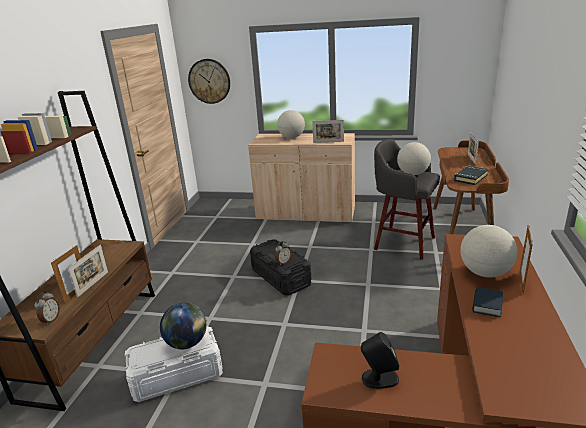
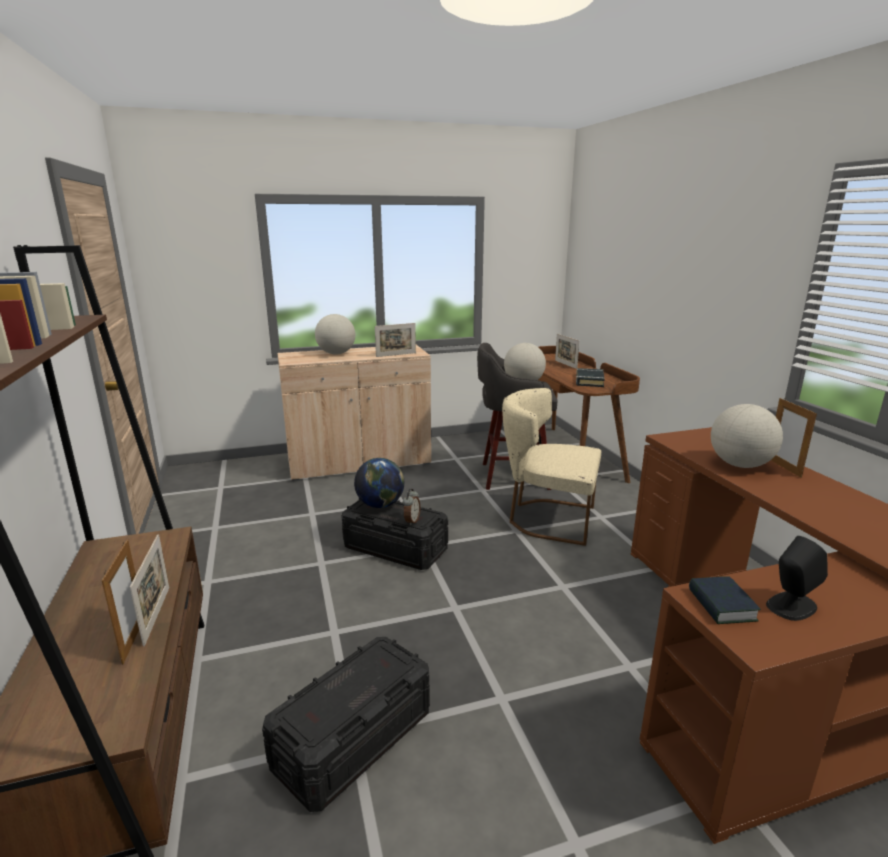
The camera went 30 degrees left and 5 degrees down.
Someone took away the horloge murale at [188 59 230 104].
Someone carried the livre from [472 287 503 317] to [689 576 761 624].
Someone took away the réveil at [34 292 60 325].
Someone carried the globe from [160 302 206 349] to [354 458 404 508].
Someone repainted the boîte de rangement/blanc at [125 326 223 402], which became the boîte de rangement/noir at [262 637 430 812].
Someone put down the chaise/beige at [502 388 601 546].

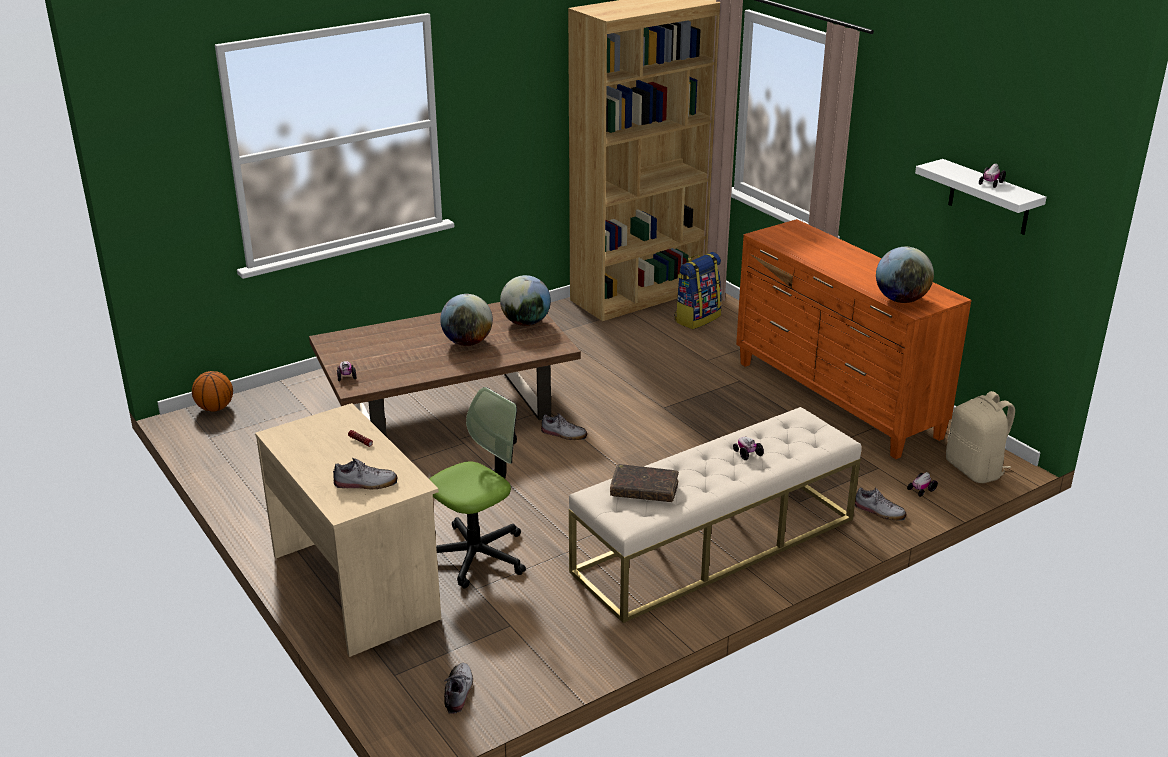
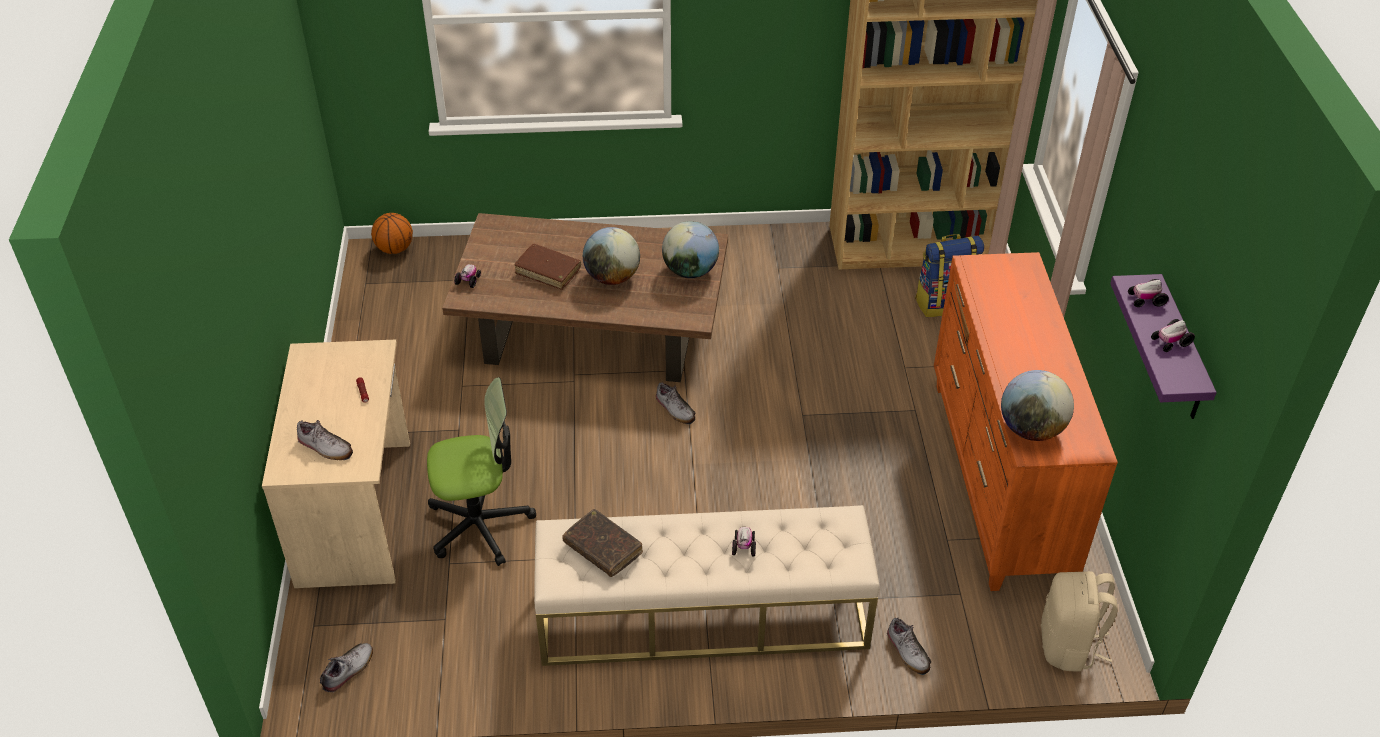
The camera went 30 degrees right and 15 degrees up.
Someone repainted the étagère/blanc at [915 159 1046 235], which became the étagère/violet at [1110 274 1217 419].
Someone carried the petite voiture from [907 472 938 497] to [1128 279 1169 307].
Someone put down the livre/marron at [514 244 581 290].

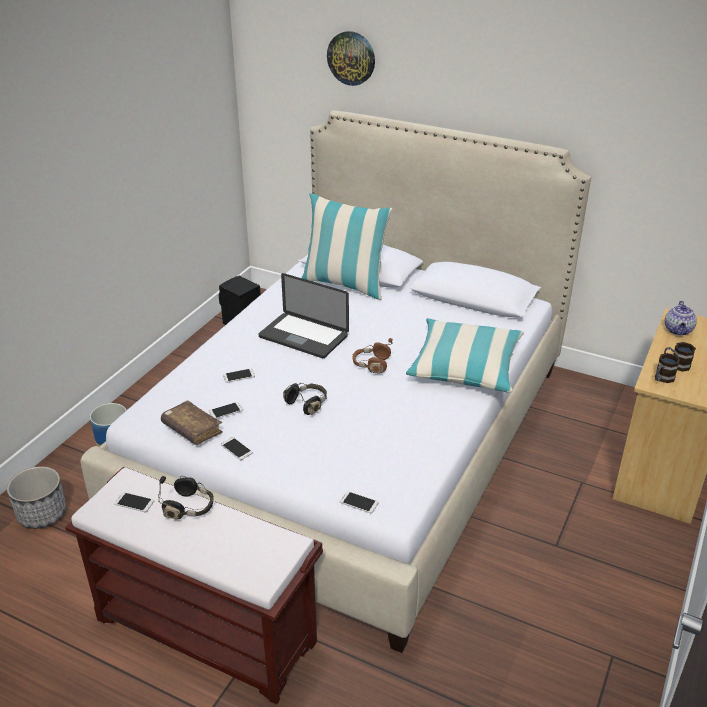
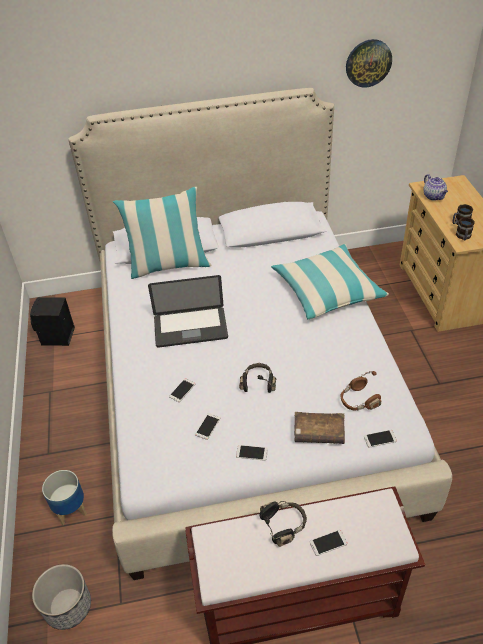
The camera went 35 degrees left and 10 degrees up.
Someone carried the horloge murale from [327 31 375 86] to [346 39 392 88].
Someone carried the casque audio/marron from [352 338 393 373] to [340 371 382 410].
Someone carried the livre/marron from [161 401 223 445] to [294 412 345 444].
Someone carried the téléphone from [114 492 154 512] to [310 530 347 556].

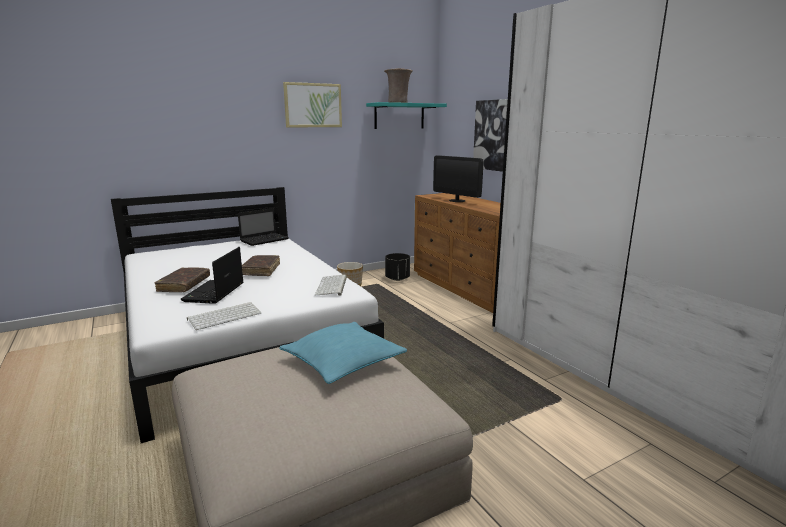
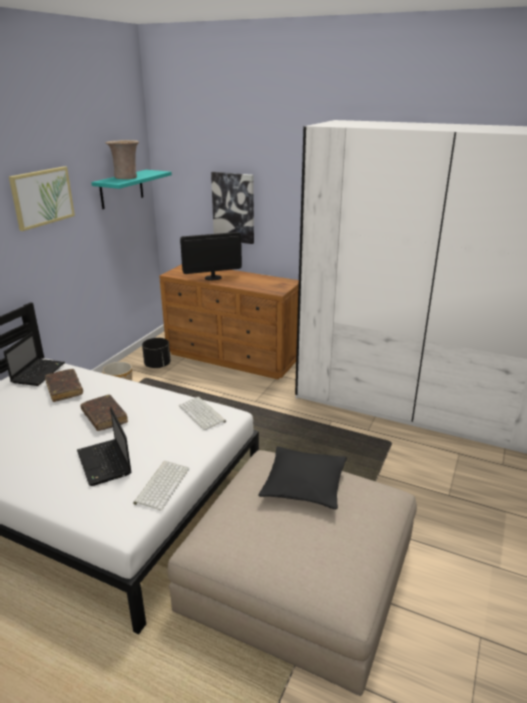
The camera went 35 degrees left and 10 degrees up.
Someone rotated the écran d'ordinateur at [433 155 484 202] by 150 degrees clockwise.
Someone carried the livre/marron from [155 268 210 292] to [45 369 83 402].
Someone repainted the coussin/turquoise at [279 322 407 384], which became the coussin/noir at [258 446 347 509].

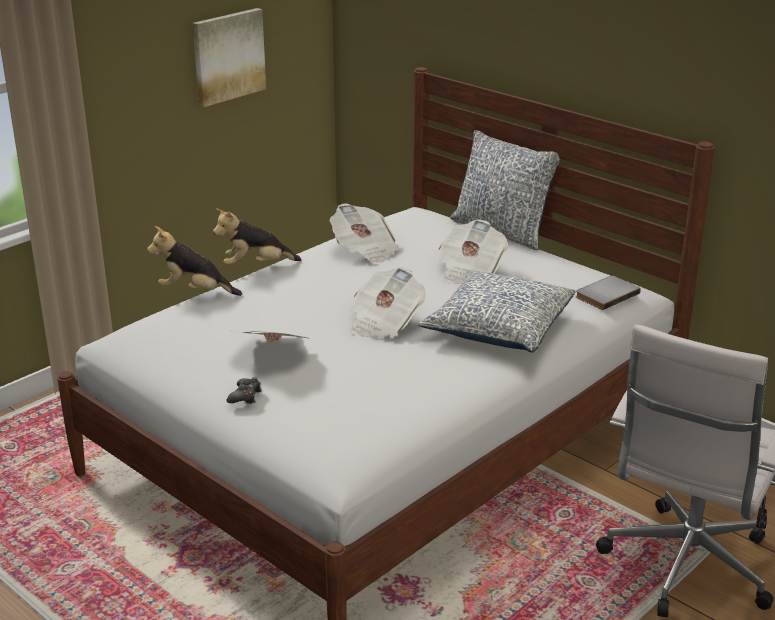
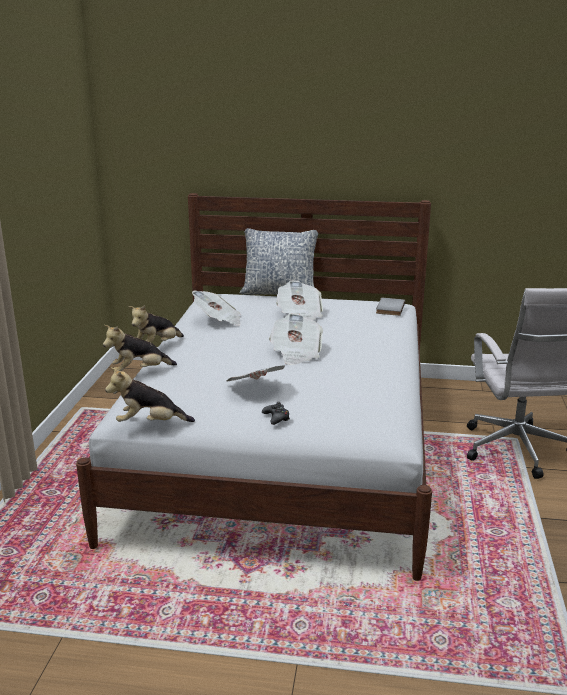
The camera went 35 degrees left and 5 degrees down.
Someone took away the tableau at [192 8 266 107].
Someone took away the coussin at [419 270 576 353].
Someone put down the peluche at [105 367 195 422].

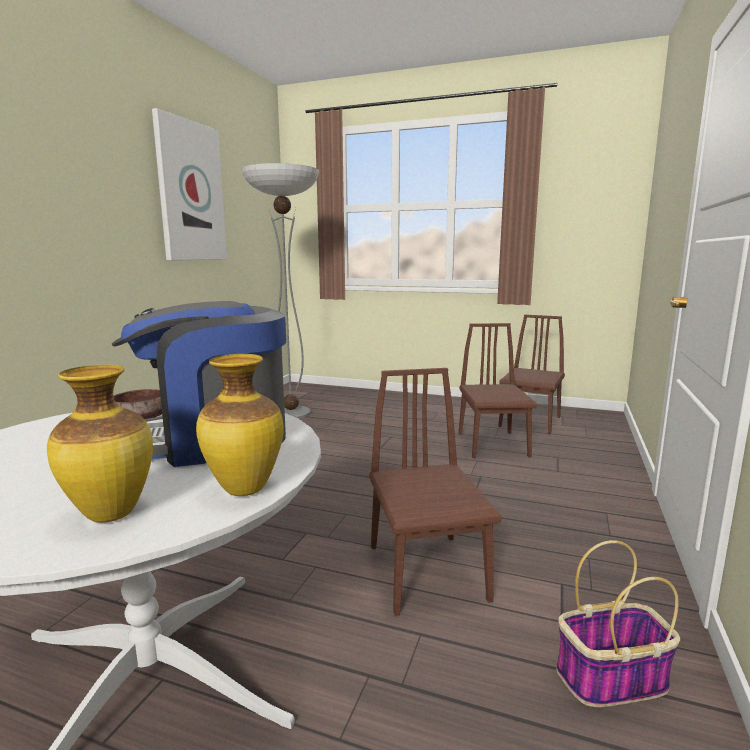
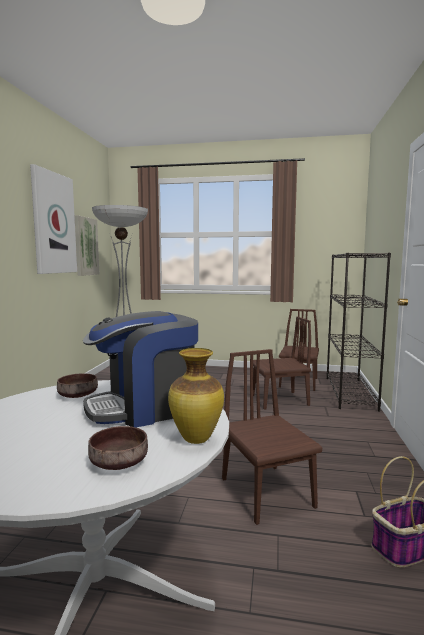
The camera went 10 degrees left and 5 degrees down.
Someone rotated the chaise/marron at [459 323 537 458] by 90 degrees clockwise.
Someone swapped the vase at [47 365 153 523] for the bol/marron at [88 426 148 470].
Someone put up the tableau at [75 215 99 276].
Someone put down the bibliothèque/noir at [327 253 391 412].

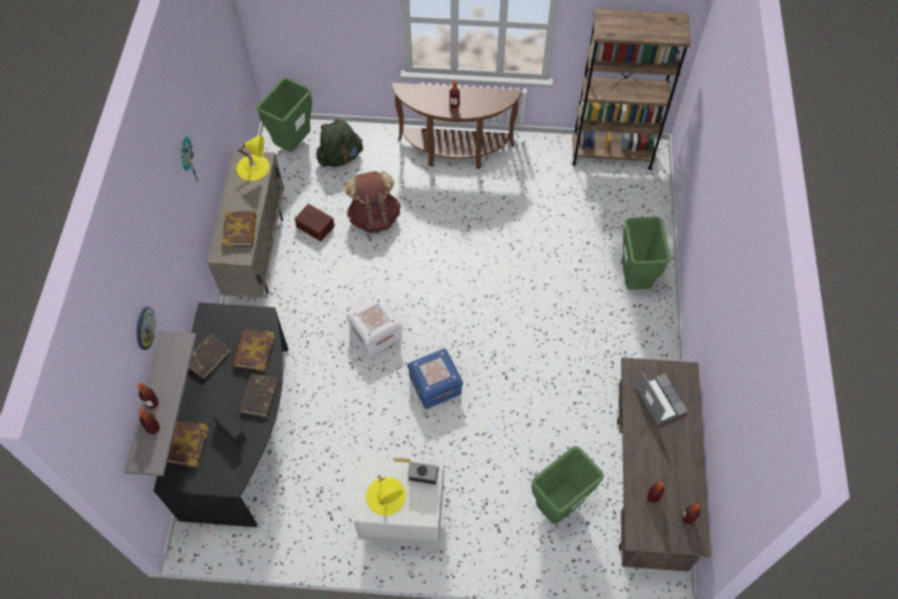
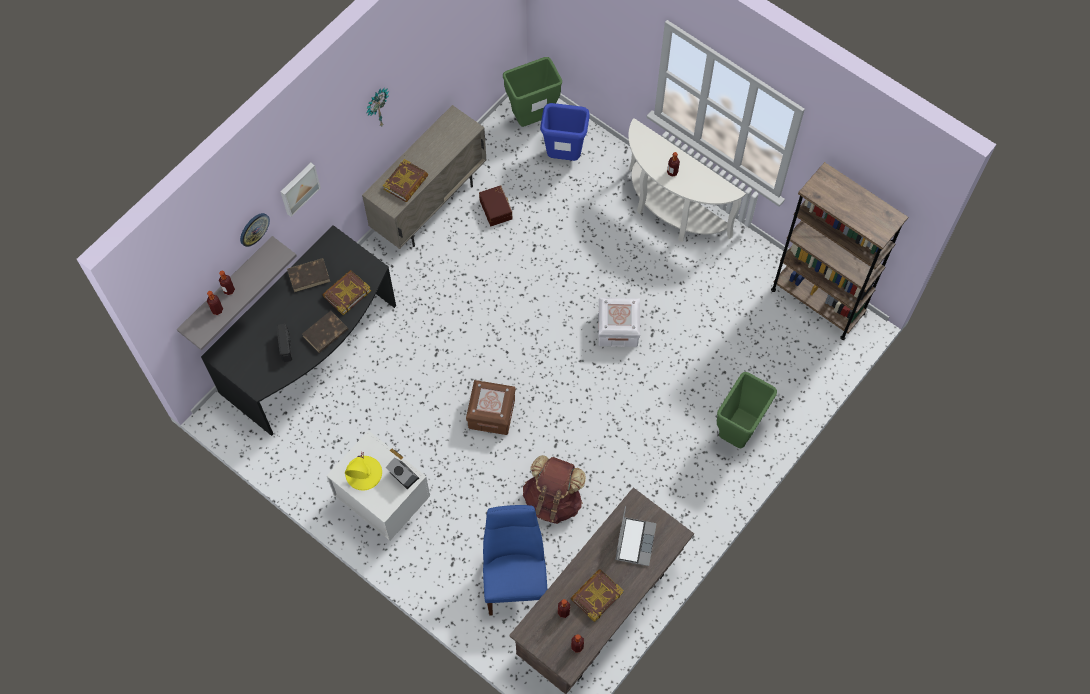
The camera went 35 degrees right and 5 degrees up.
Someone repainted the table console/marron at [392 83 522 169], which became the table console/blanc at [628 118 746 242].
Someone swapped the sac à dos/vert at [316 118 363 167] for the poubelle/bleu at [540 103 590 161].
Someone took away the lampe de table/jaune at [236 135 270 181].
Someone carried the sac à dos/marron from [345 171 401 233] to [523 455 586 524].
Someone carried the boîte de rangement/blanc from [346 295 402 356] to [598 298 640 347].
Someone repainted the boîte de rangement/bleu at [407 348 463 409], which became the boîte de rangement/marron at [466 380 516 435].
Someone carried the livre from [167 420 209 468] to [571 569 624 622].
Someone swapped the poubelle/vert at [532 446 604 524] for the chaise/bleu at [483 505 547 616].
Someone put up the tableau at [281 163 321 217].

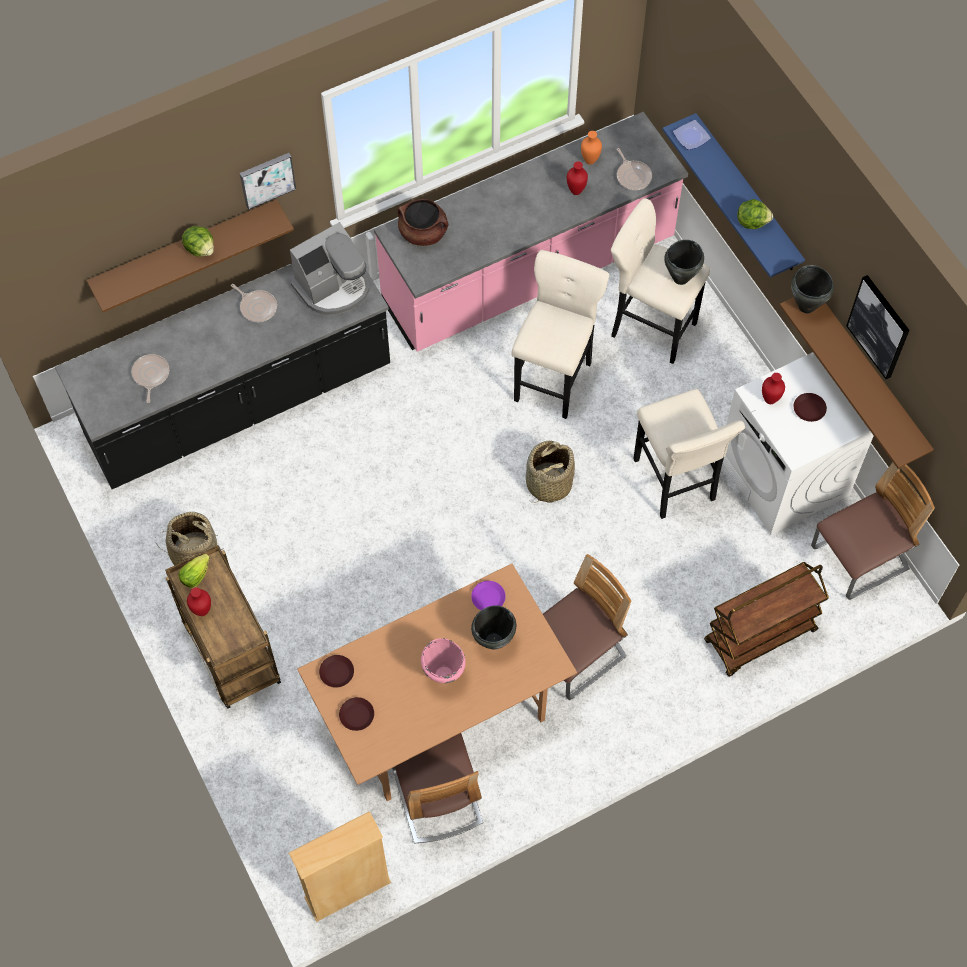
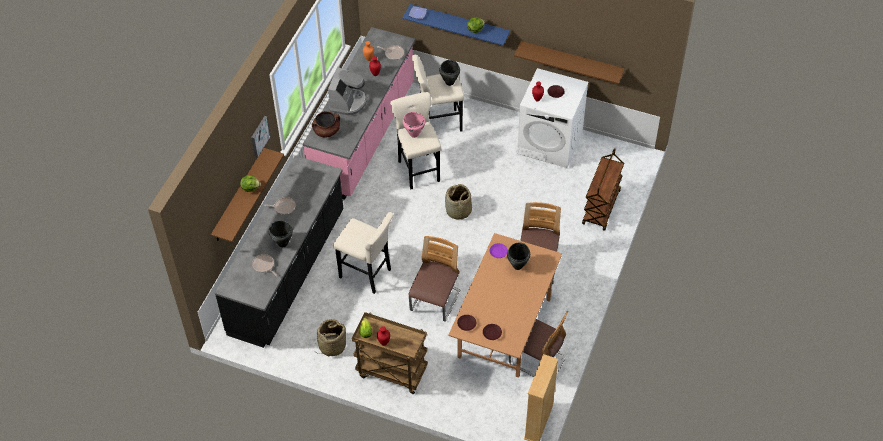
The camera went 40 degrees left and 10 degrees down.
Someone carried the machine à café from [290 222 370 315] to [328 67 367 116].
Someone carried the marmite/noir from [791 265 834 313] to [269 221 293 247].
Someone took away the tableau at [846 275 909 379].
Someone carried the tabouret/beige from [633 389 745 519] to [333 212 394 294].
Someone carried the chaise from [811 462 935 600] to [408 236 460 322].
Someone carried the marmite/rose from [421 638 466 683] to [403 112 425 138].

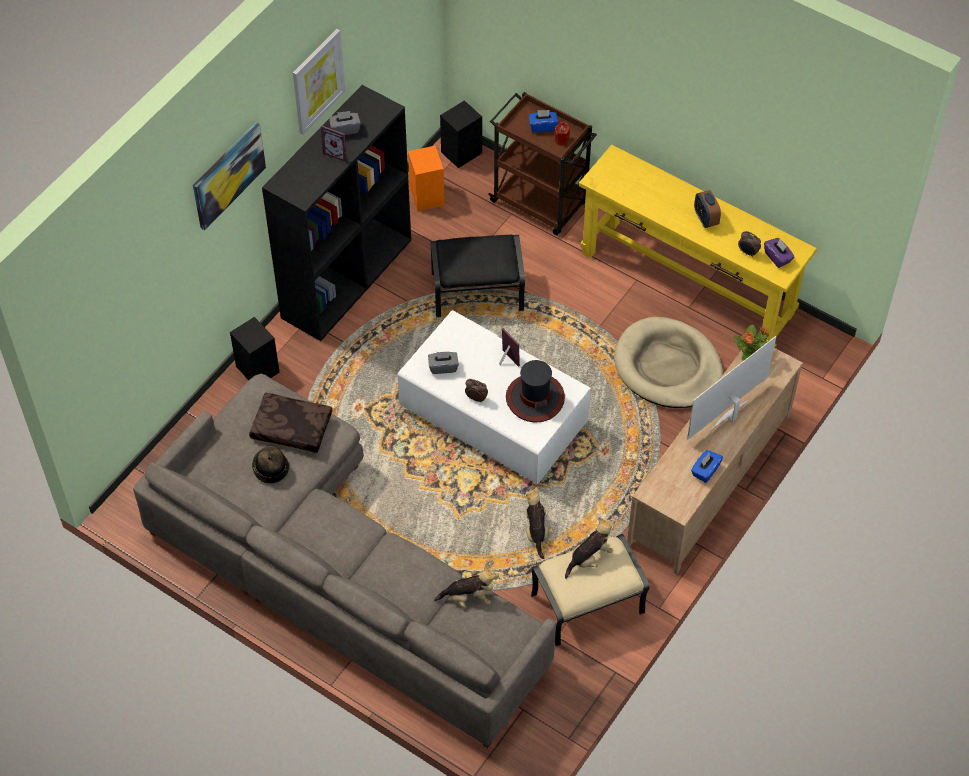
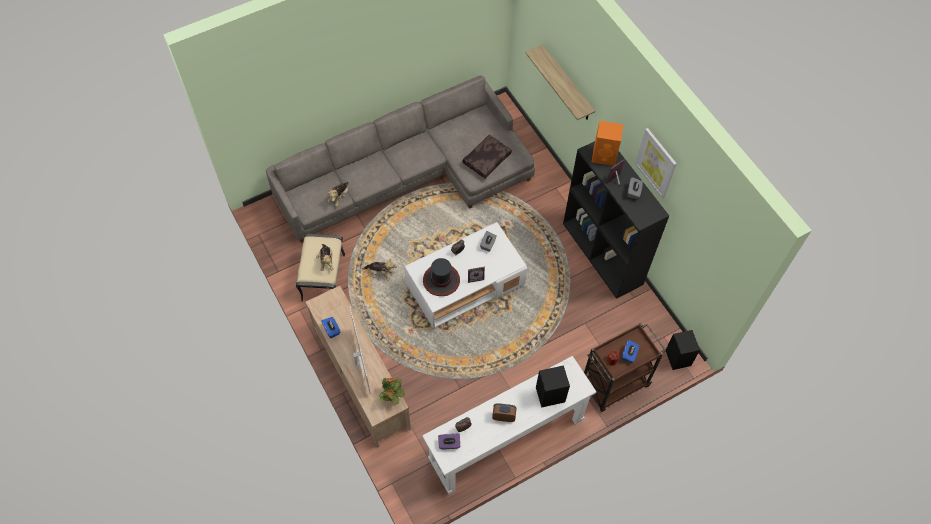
The camera went 115 degrees right and 5 degrees up.
Someone took away the tableau at [193 122 266 230].
Someone repainted the table console/jaune at [579 145 817 343], which became the table console/blanc at [422 356 596 495].
Someone carried the enceinte/orange from [408 146 444 211] to [592 121 623 166].
Someone took away the pouf/noir at [430 235 525 317].
Someone carried the enceinte/noir from [230 317 280 380] to [536 365 570 408].
Someone took away the panier pour chien/beige at [614 317 723 408].
Someone took away the chapeau at [252 446 289 483].
Someone put up the étagère at [525 45 595 120].

